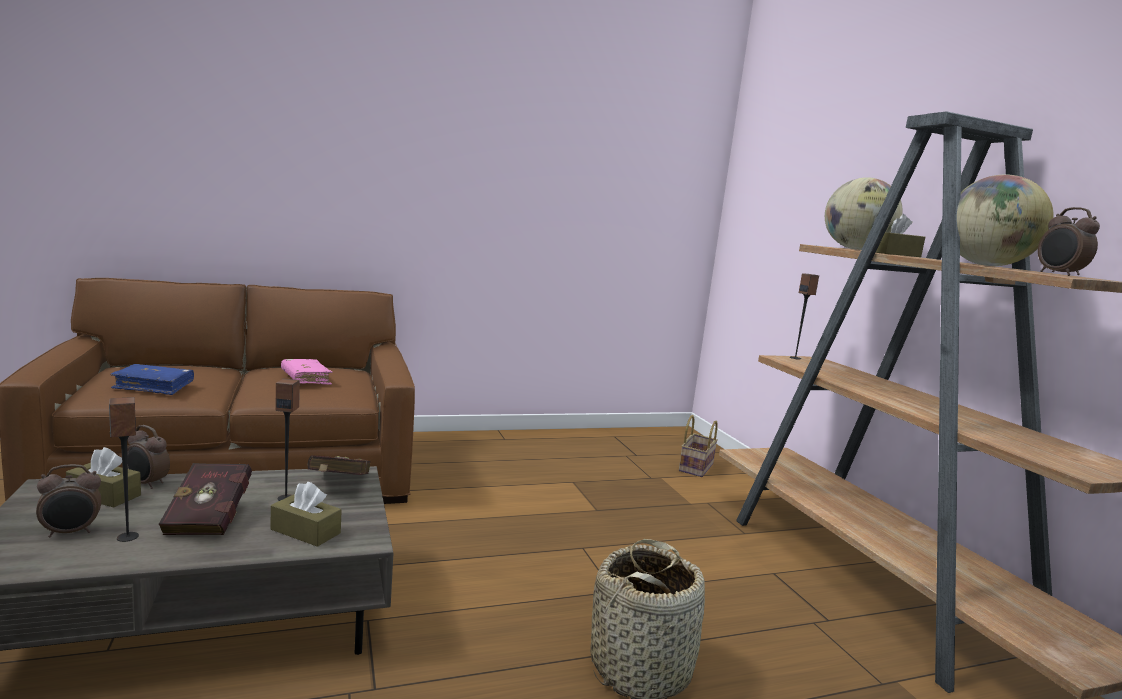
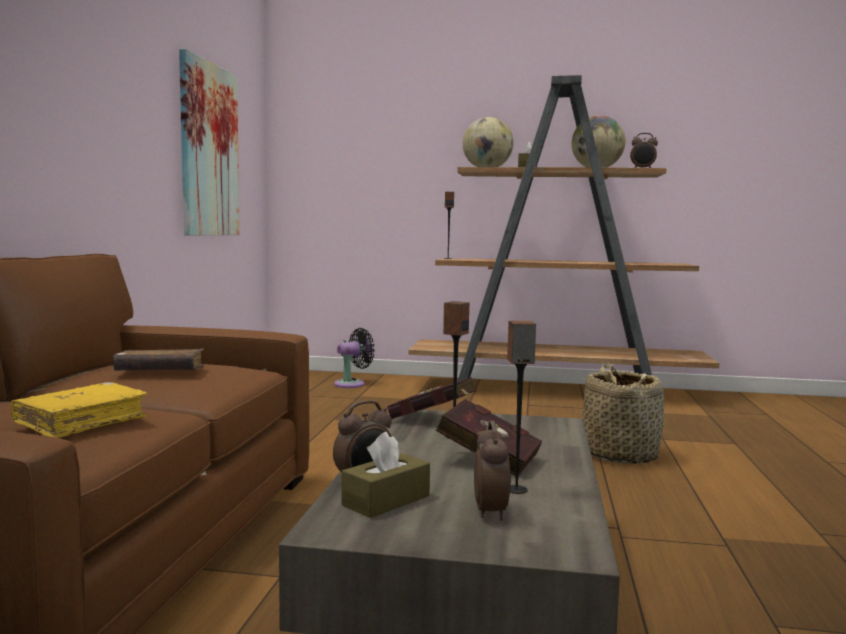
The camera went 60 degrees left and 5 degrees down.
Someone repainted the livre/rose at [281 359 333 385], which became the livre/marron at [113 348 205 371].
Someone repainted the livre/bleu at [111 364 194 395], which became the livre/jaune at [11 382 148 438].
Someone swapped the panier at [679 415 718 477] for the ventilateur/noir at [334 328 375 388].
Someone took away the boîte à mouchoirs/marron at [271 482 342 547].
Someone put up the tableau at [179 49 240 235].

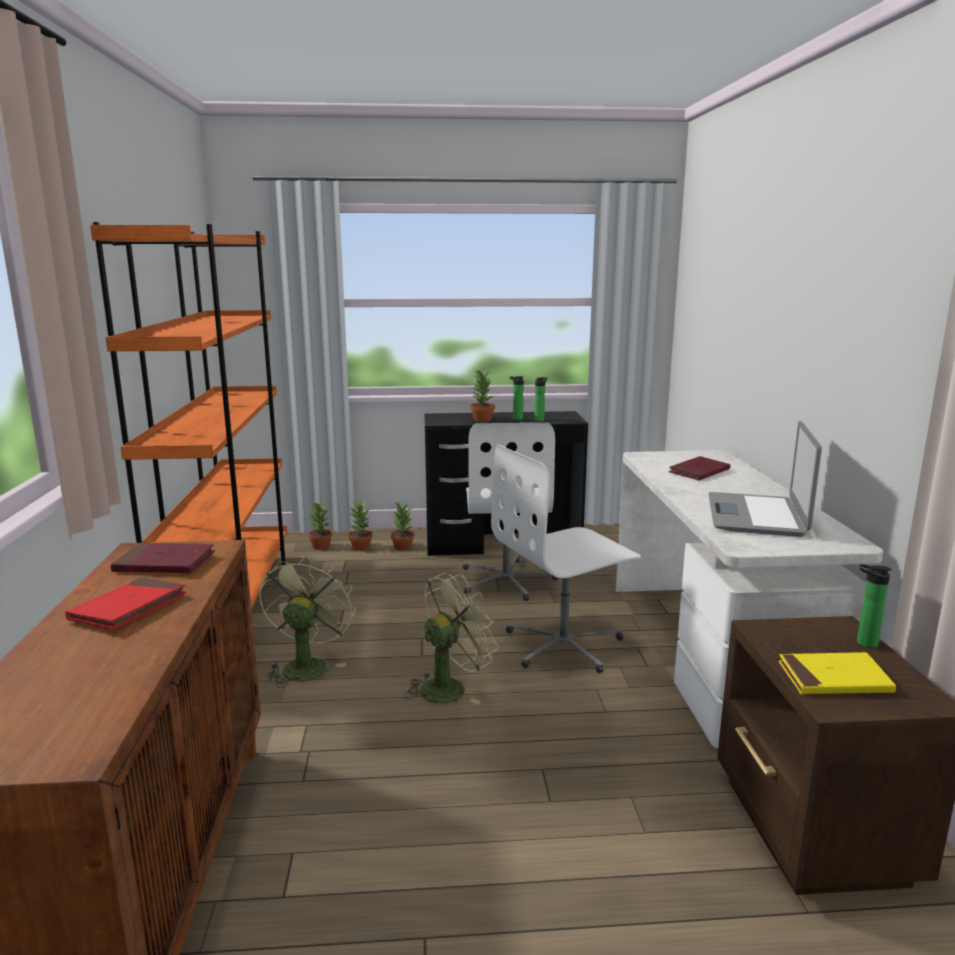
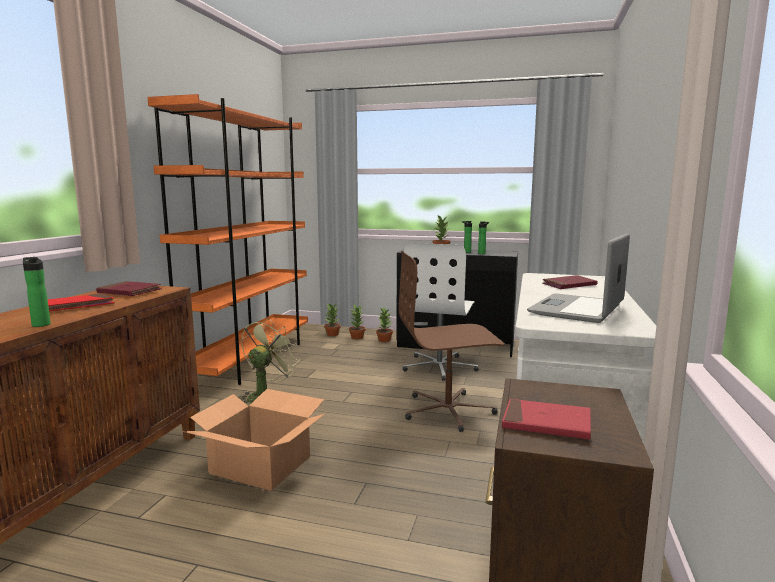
The camera went 20 degrees right and 5 degrees down.
Someone repainted the chaise de bureau/blanc at [491 444 641 673], which became the chaise de bureau/marron at [399 251 505 432].
Someone carried the bouteille from [857 564 892 648] to [23 257 51 327].
Someone took away the ventilateur/vert at [405 573 499 704].
Someone repainted the livre/jaune at [779 652 896 694], which became the livre/rouge at [502 399 591 440].
Someone put down the carton at [181 389 325 491].

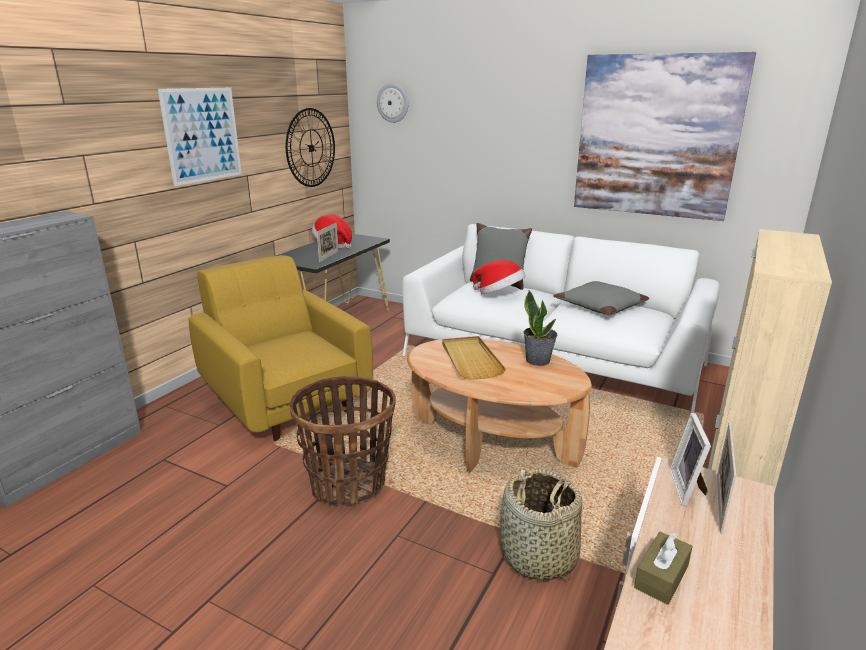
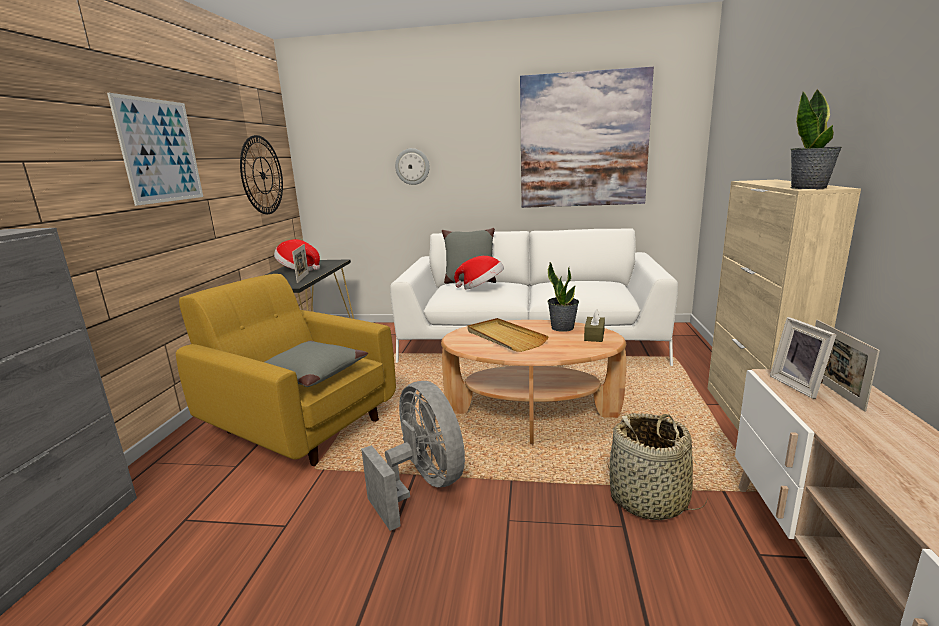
The camera went 20 degrees left and 5 degrees down.
Someone carried the horloge murale from [377 83 408 123] to [395 148 430 185].
Someone carried the coussin/gris from [553 281 649 315] to [265 341 368 387].
Someone swapped the panier at [290 376 396 506] for the ventilateur/gris at [361 381 465 531].
Someone carried the boîte à mouchoirs/marron from [634 532 693 605] to [584 309 605 342].
Someone put down the plante en pot at [790 88 842 189].

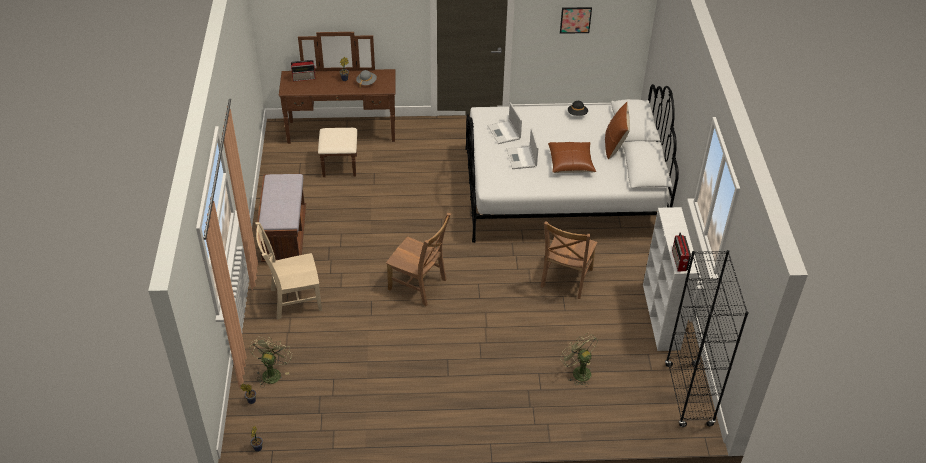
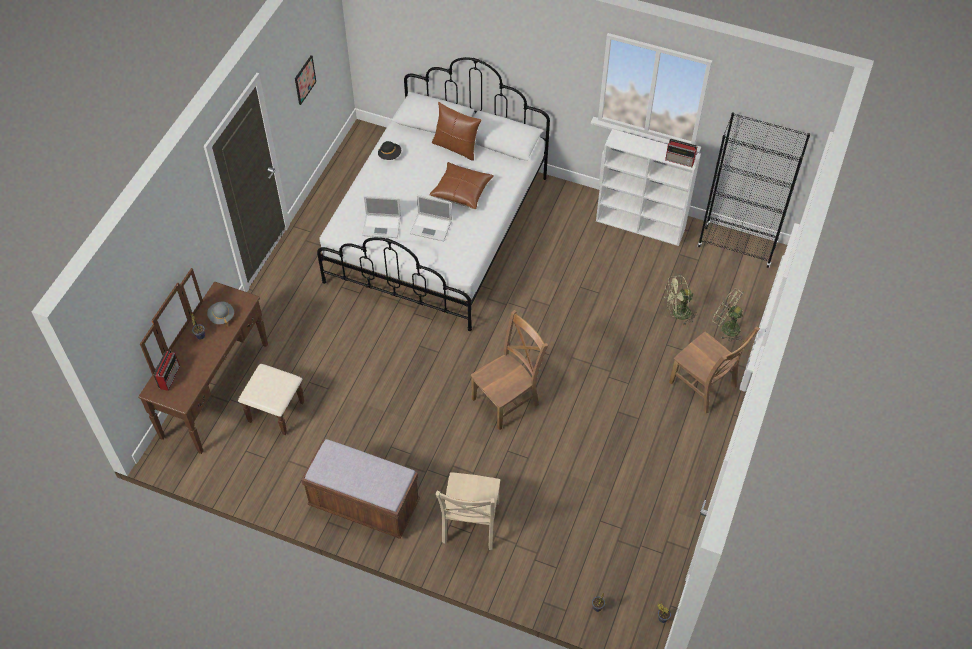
The camera went 65 degrees left and 10 degrees up.
Someone carried the chaise/marron from [541 221 597 299] to [669 326 760 413].
Someone carried the ventilateur/vert from [249 337 292 388] to [712 288 743 342].

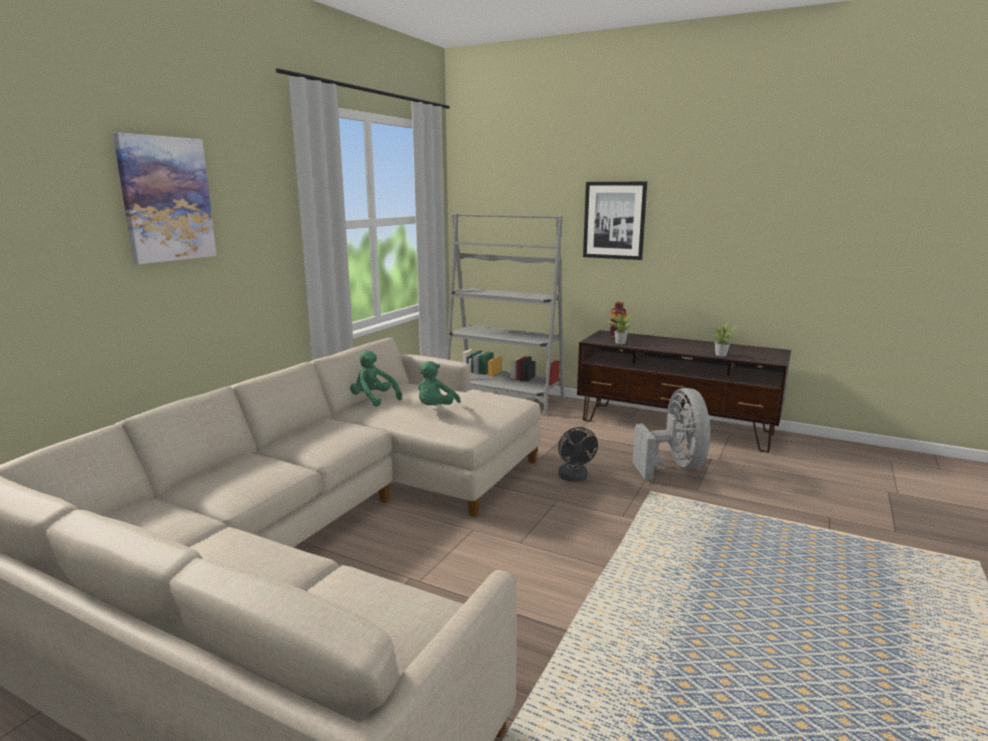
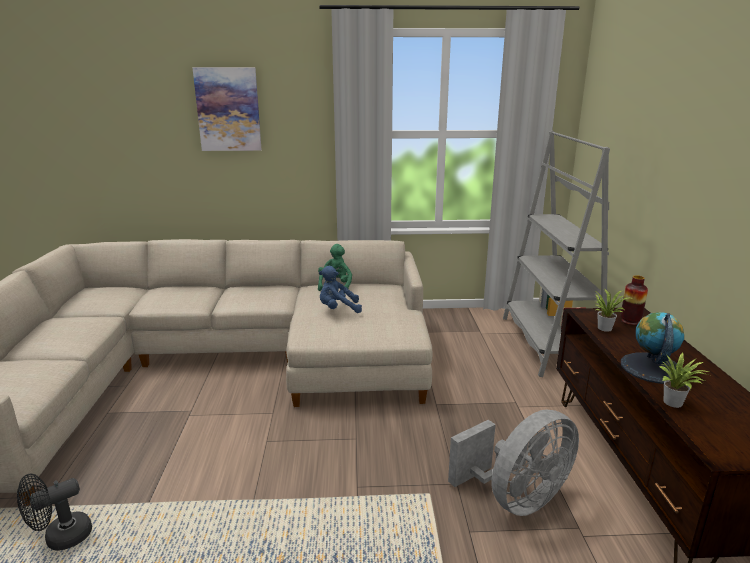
The camera went 60 degrees right and 5 degrees up.
Someone took away the tableau at [583 182 647 260].
Someone repainted the peluche/vert at [418 361 461 405], which became the peluche/bleu at [319 266 362 313].
Someone carried the ventilateur/noir from [558 427 598 482] to [17 473 92 550].
Someone put down the globe at [621 312 684 384].

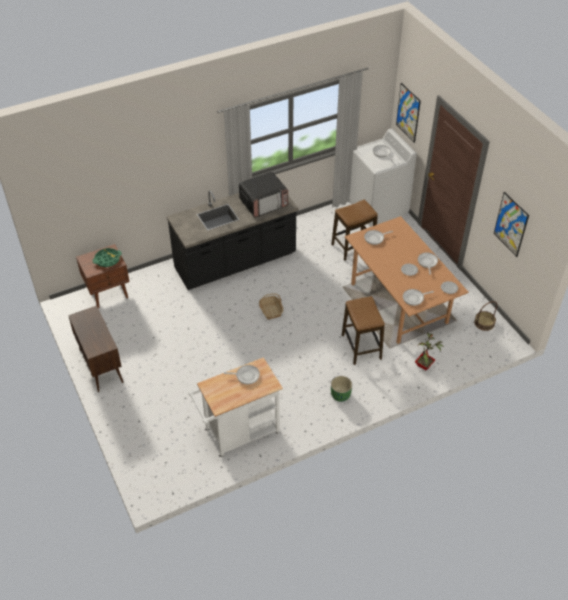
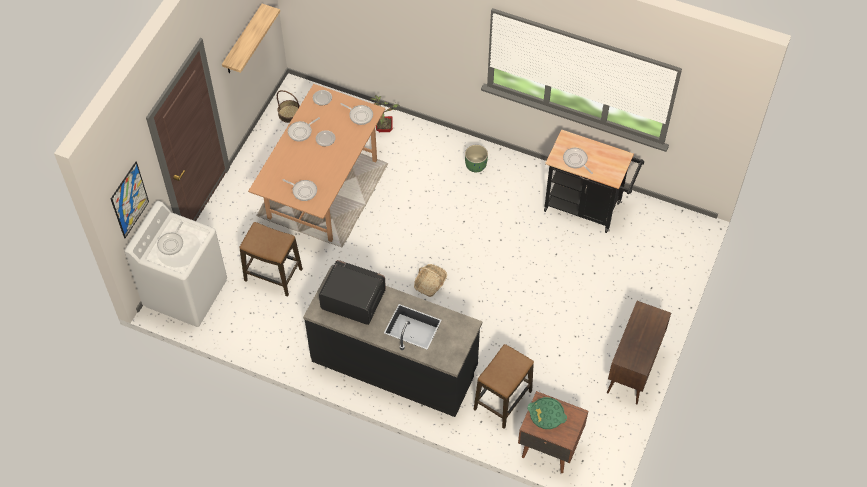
The camera went 130 degrees left and 10 degrees up.
Someone swapped the tableau at [494 192 529 257] for the étagère at [222 4 280 73].
Someone carried the tabouret from [342 296 385 365] to [474 344 534 429].
Someone repainted the chariot/blanc at [188 357 283 458], which became the chariot/noir at [544 129 644 233].

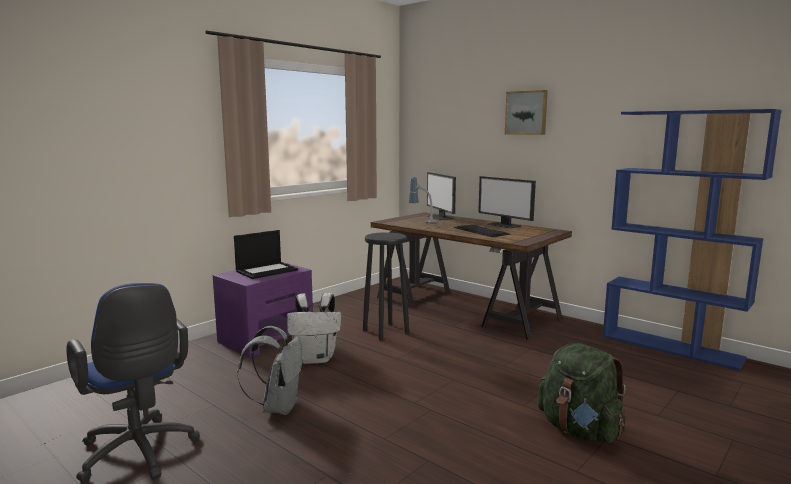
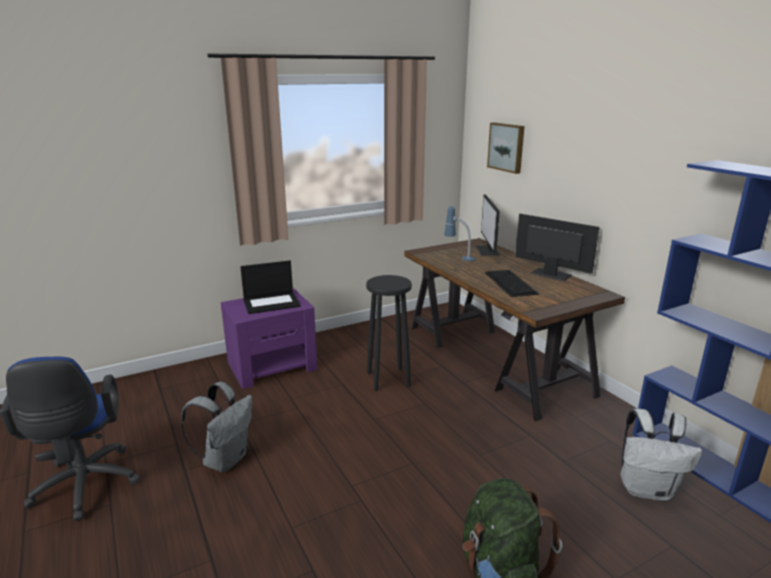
The camera went 20 degrees right and 10 degrees up.
Someone carried the tableau from [505 90 548 135] to [487 122 525 174].
Someone rotated the écran d'ordinateur at [478 176 536 228] by 150 degrees clockwise.
Someone carried the sac à dos/blanc from [287 293 341 364] to [620 409 702 501].

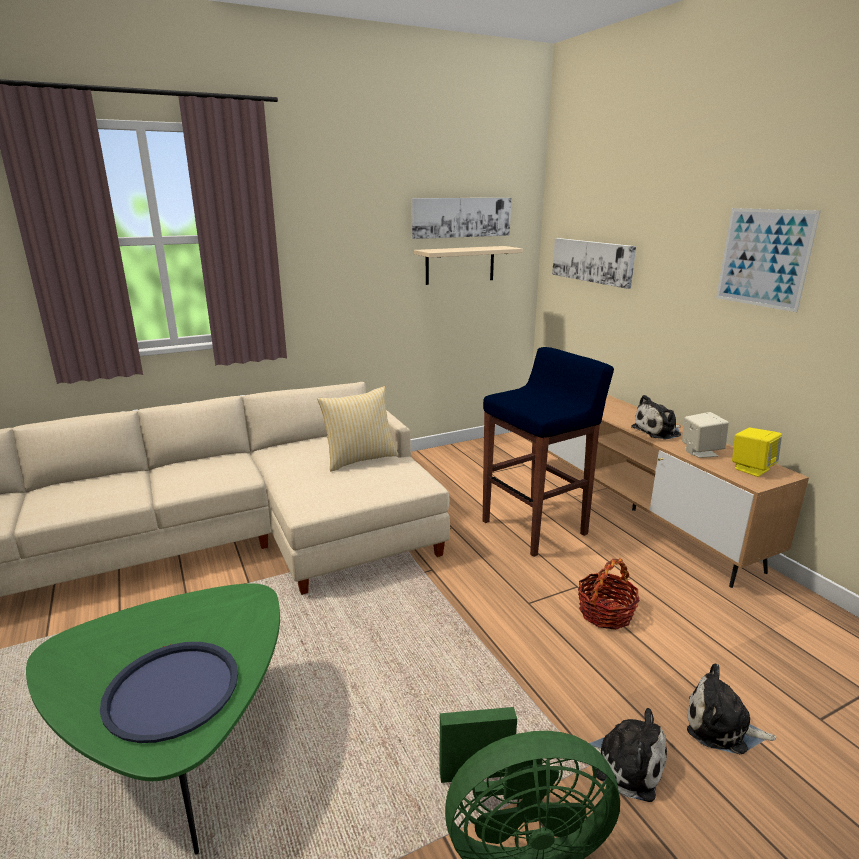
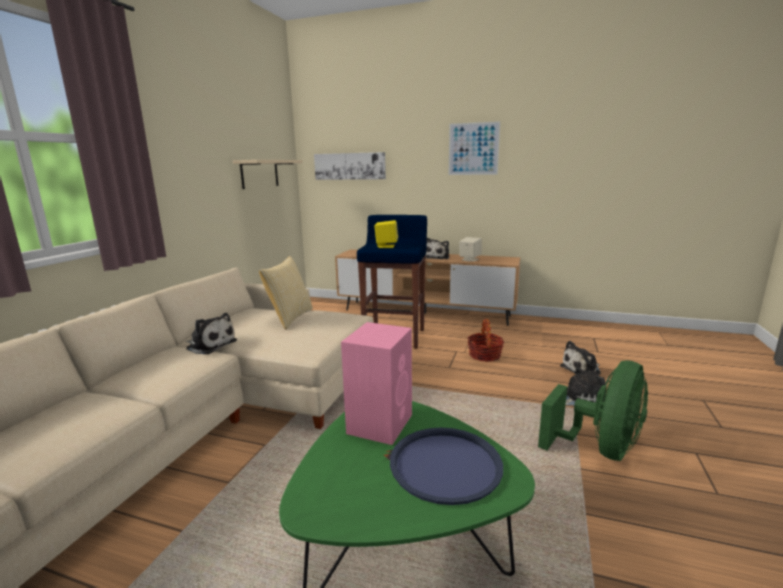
The camera went 45 degrees left and 5 degrees down.
Someone took away the tableau at [411 198 511 239].
Someone carried the enceinte/jaune from [732 428 782 477] to [374 220 398 248].
Someone put down the peluche at [185 313 237 354].
Someone put down the enceinte/rose at [341 322 412 445].

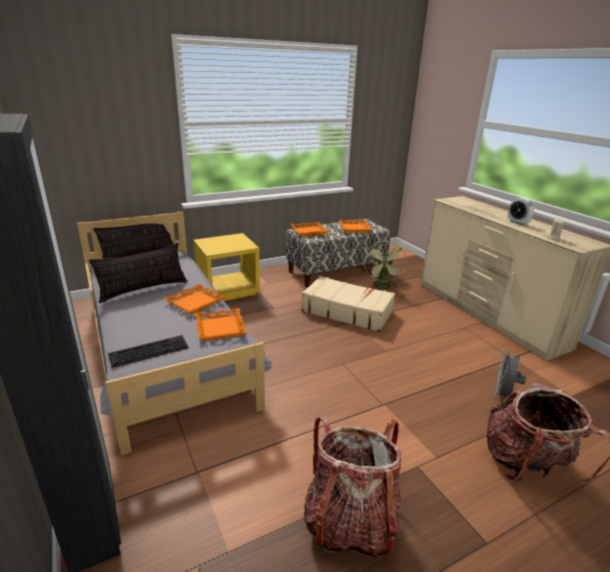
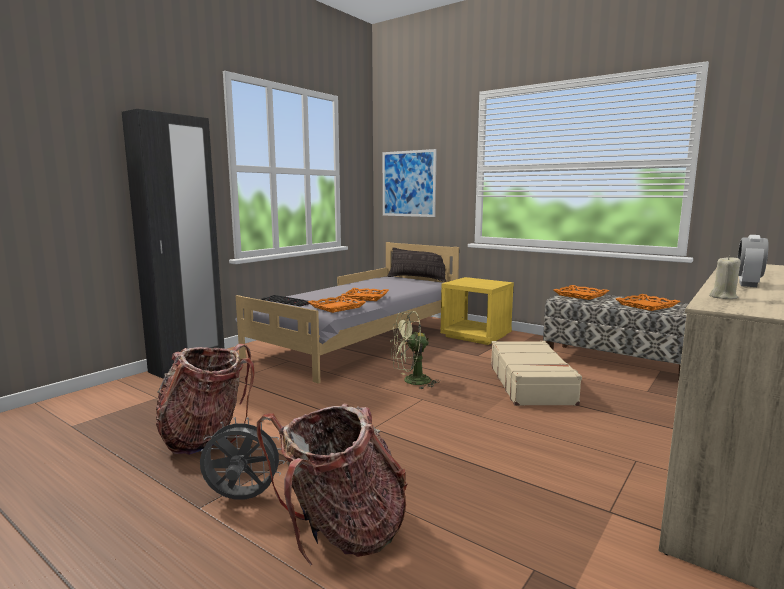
The camera went 65 degrees right and 15 degrees down.
Someone carried the ventilateur/vert from [364 241 406 289] to [391 311 440 390].
Someone took away the coussin at [89 243 187 303].
Someone carried the ventilateur/gris from [493 348 526 400] to [200 417 285 500].
Someone put up the tableau at [383 149 437 217].

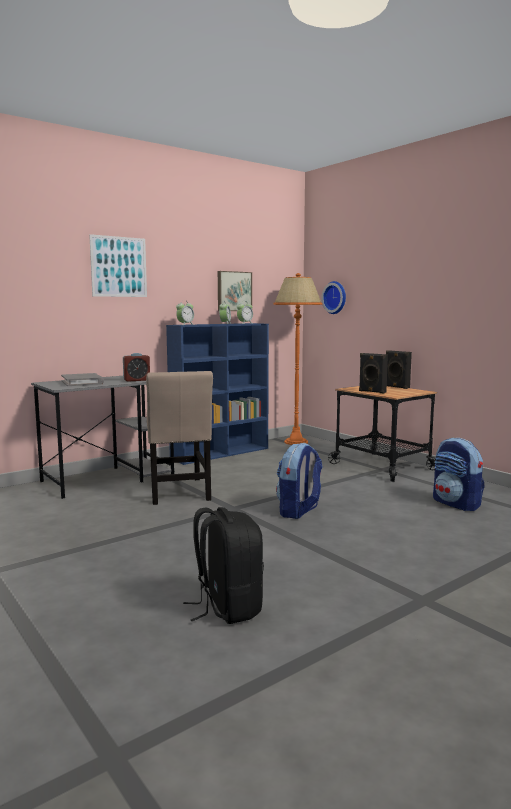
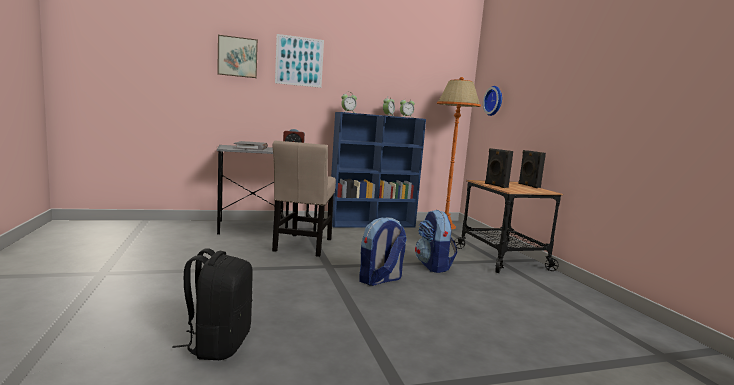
The camera went 20 degrees right and 0 degrees up.
Someone carried the tableau from [218 271 252 311] to [217 35 258 78].
Someone carried the sac à dos from [433 438 484 511] to [415 210 457 273].

